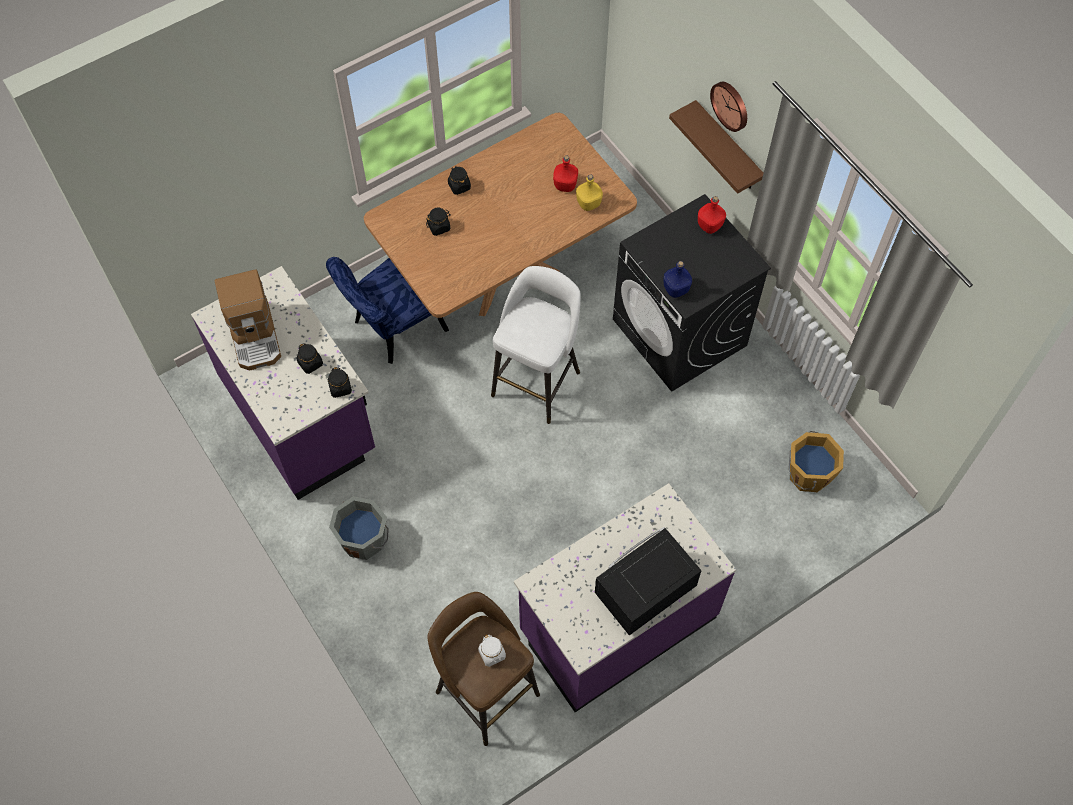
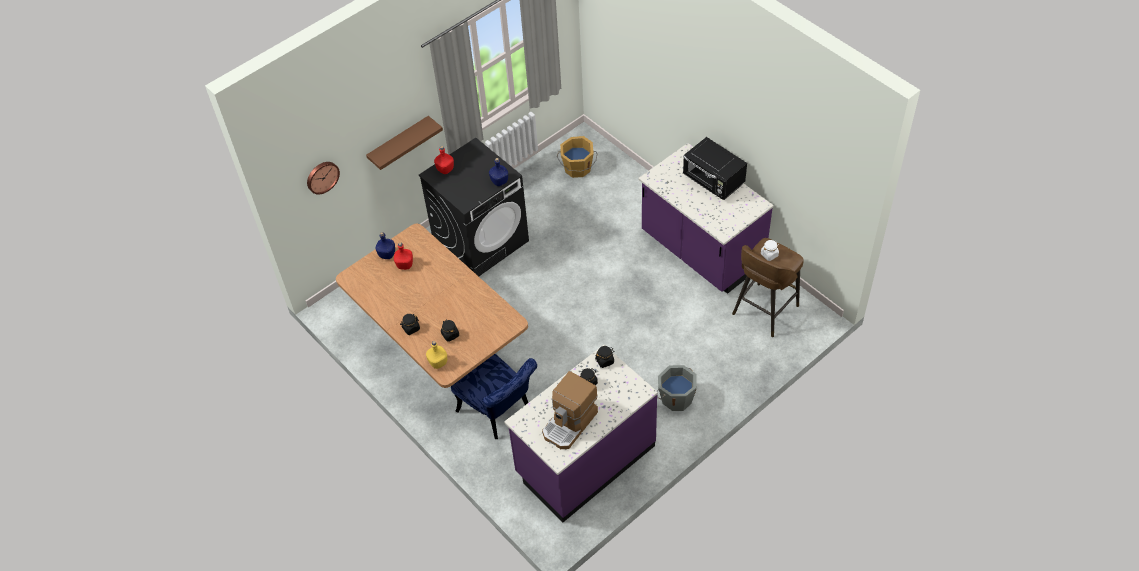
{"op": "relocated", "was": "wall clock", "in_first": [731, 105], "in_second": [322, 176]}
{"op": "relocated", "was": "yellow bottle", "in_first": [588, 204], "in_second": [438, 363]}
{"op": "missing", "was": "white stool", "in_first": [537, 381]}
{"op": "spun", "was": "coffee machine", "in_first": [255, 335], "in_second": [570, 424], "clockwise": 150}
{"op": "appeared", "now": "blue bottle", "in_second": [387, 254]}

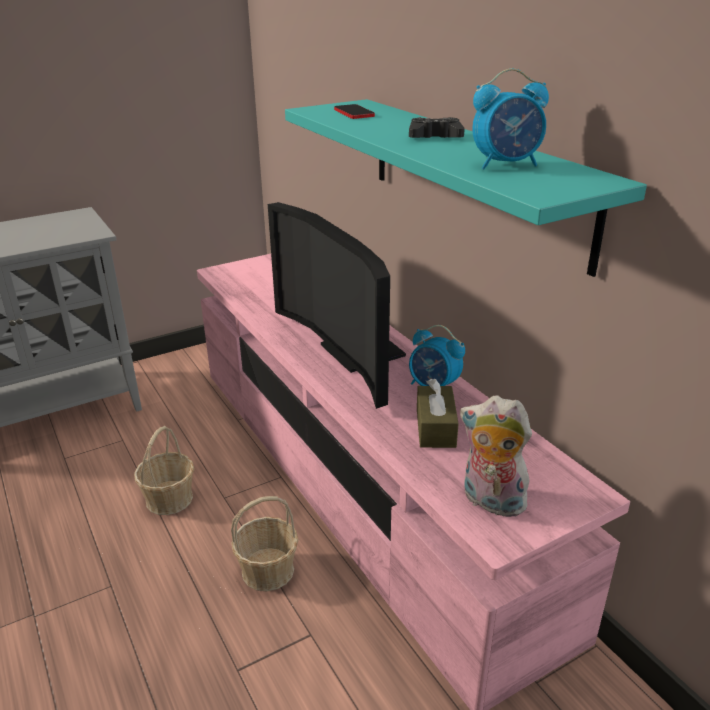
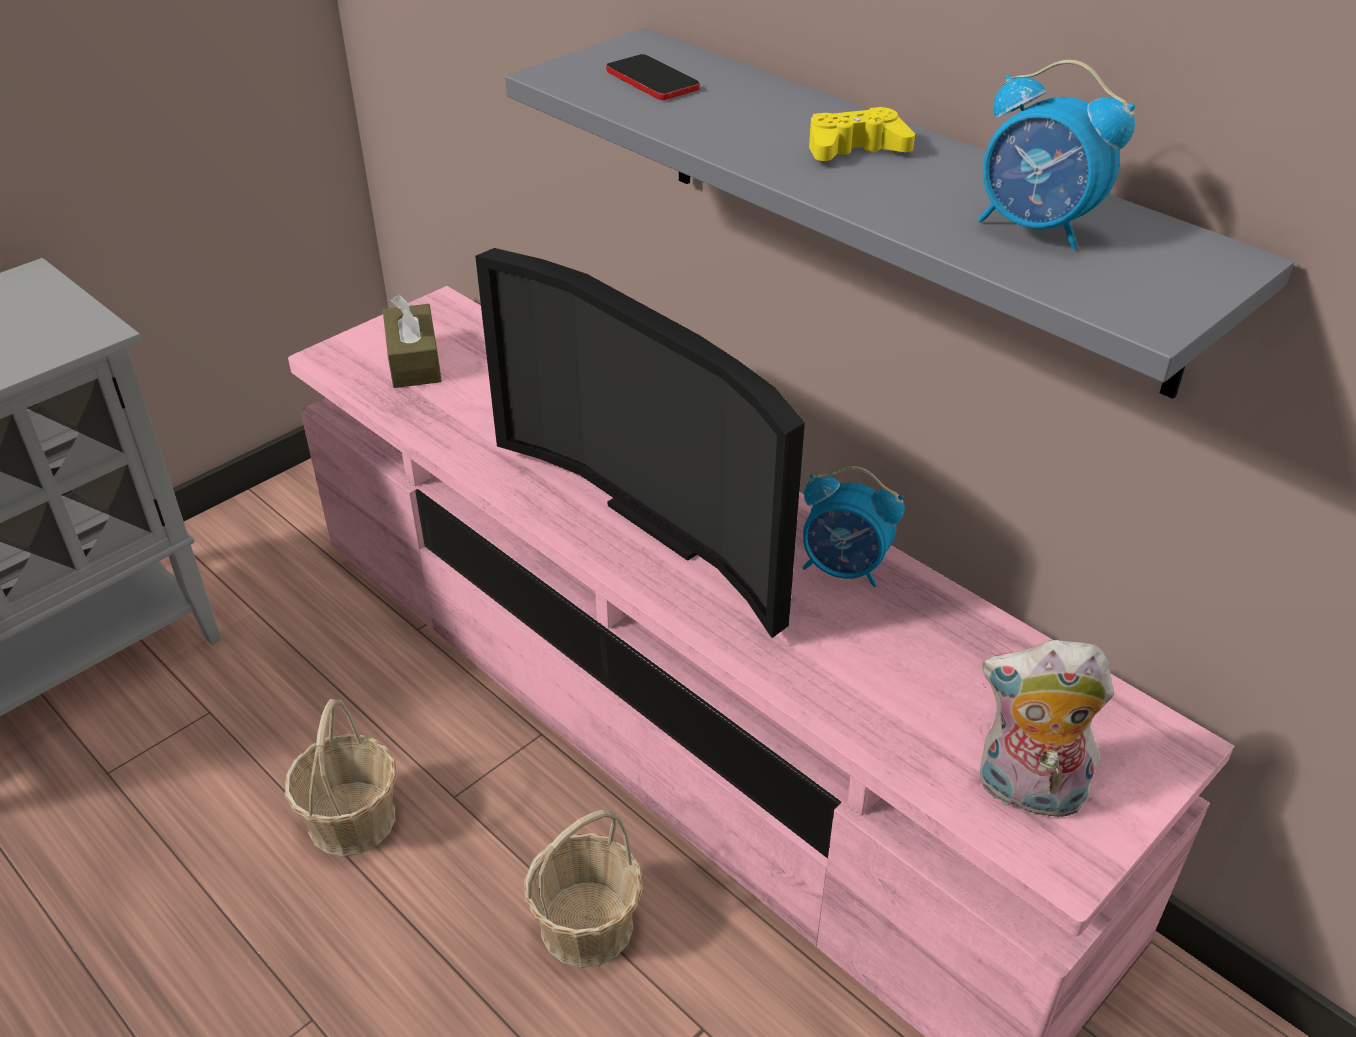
{"op": "spun", "was": "alarm clock", "in_first": [506, 165], "in_second": [1036, 228], "clockwise": 60}
{"op": "colour", "was": "turquoise shelf", "now": "grey shelf", "in_first": [472, 176], "in_second": [906, 202]}
{"op": "colour", "was": "black game controller", "now": "yellow game controller", "in_first": [435, 137], "in_second": [855, 149]}
{"op": "relocated", "was": "brown tissue box", "in_first": [435, 427], "in_second": [414, 361]}

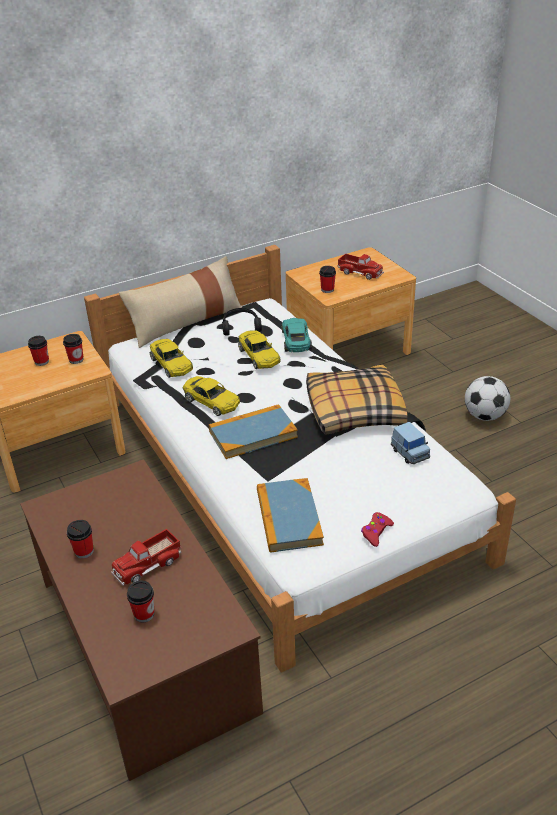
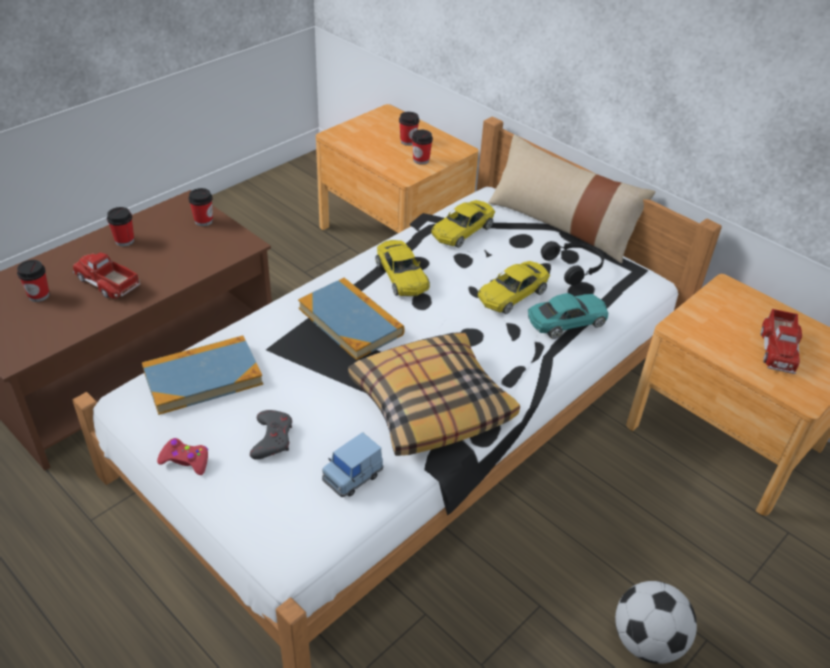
{"op": "relocated", "was": "cup", "in_first": [327, 290], "in_second": [203, 221]}
{"op": "spun", "was": "yellow toy car", "in_first": [211, 401], "in_second": [401, 276], "clockwise": -45}
{"op": "appeared", "now": "grey game controller", "in_second": [272, 438]}

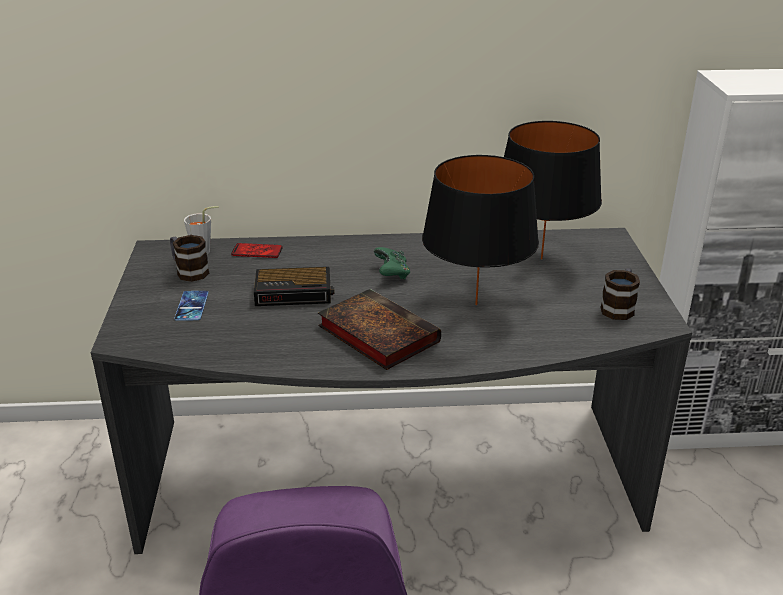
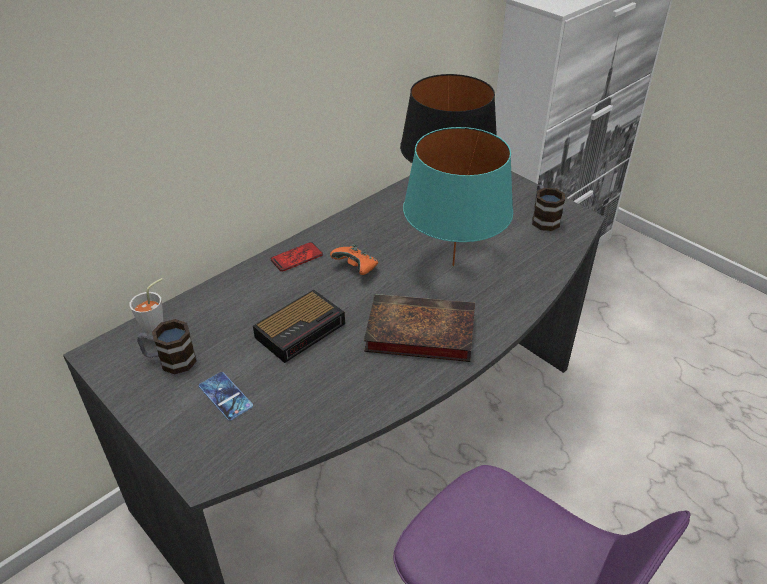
{"op": "colour", "was": "black table lamp", "now": "turquoise table lamp", "in_first": [476, 304], "in_second": [453, 265]}
{"op": "relocated", "was": "phone", "in_first": [257, 251], "in_second": [296, 257]}
{"op": "colour", "was": "green game controller", "now": "orange game controller", "in_first": [392, 274], "in_second": [356, 269]}

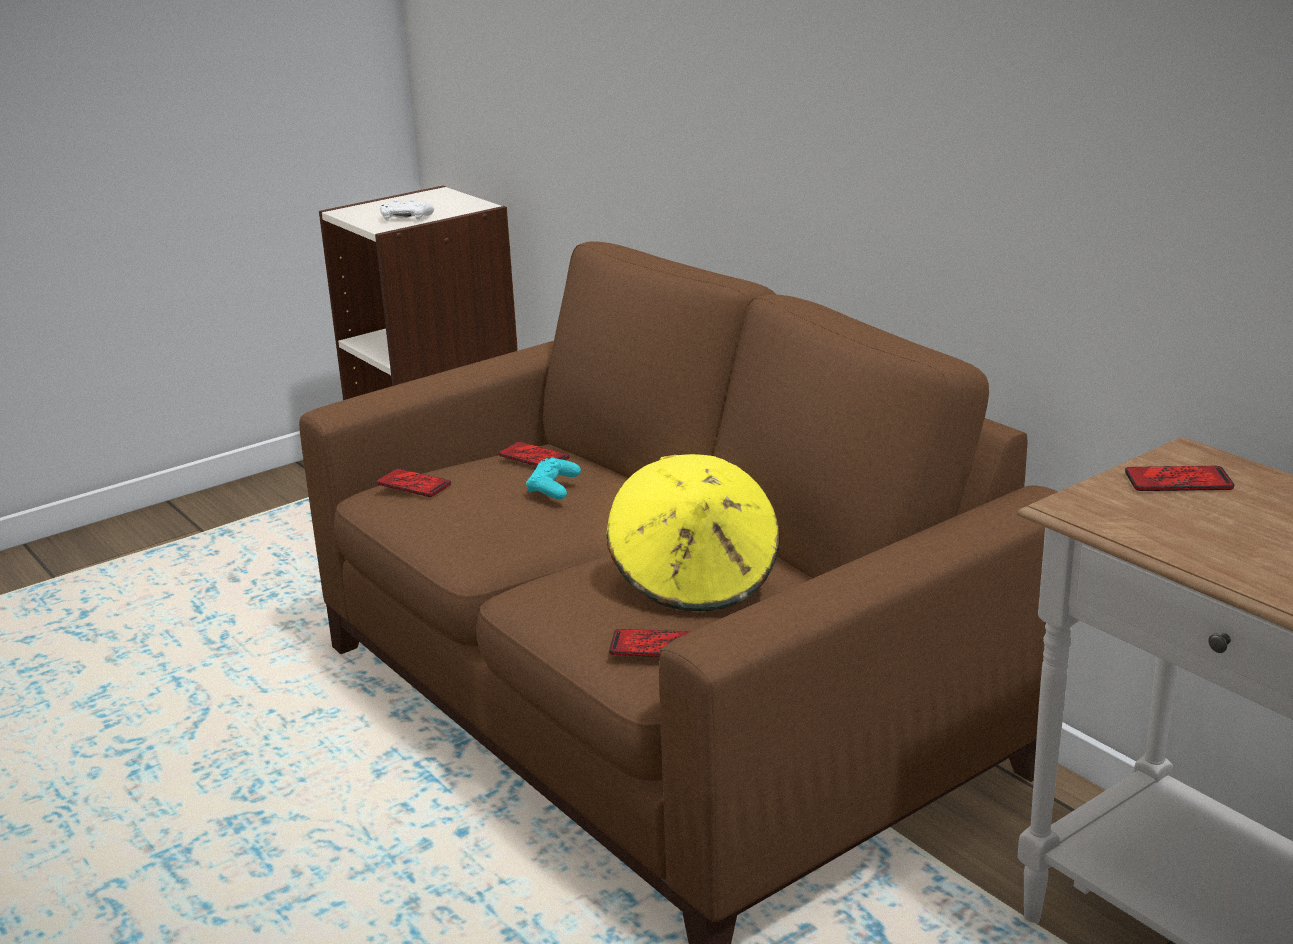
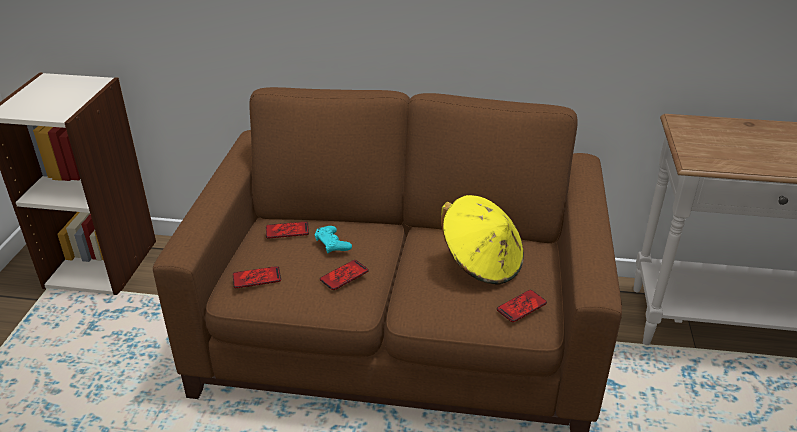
{"op": "missing", "was": "white game controller", "in_first": [406, 218]}
{"op": "relocated", "was": "phone", "in_first": [1178, 481], "in_second": [344, 275]}

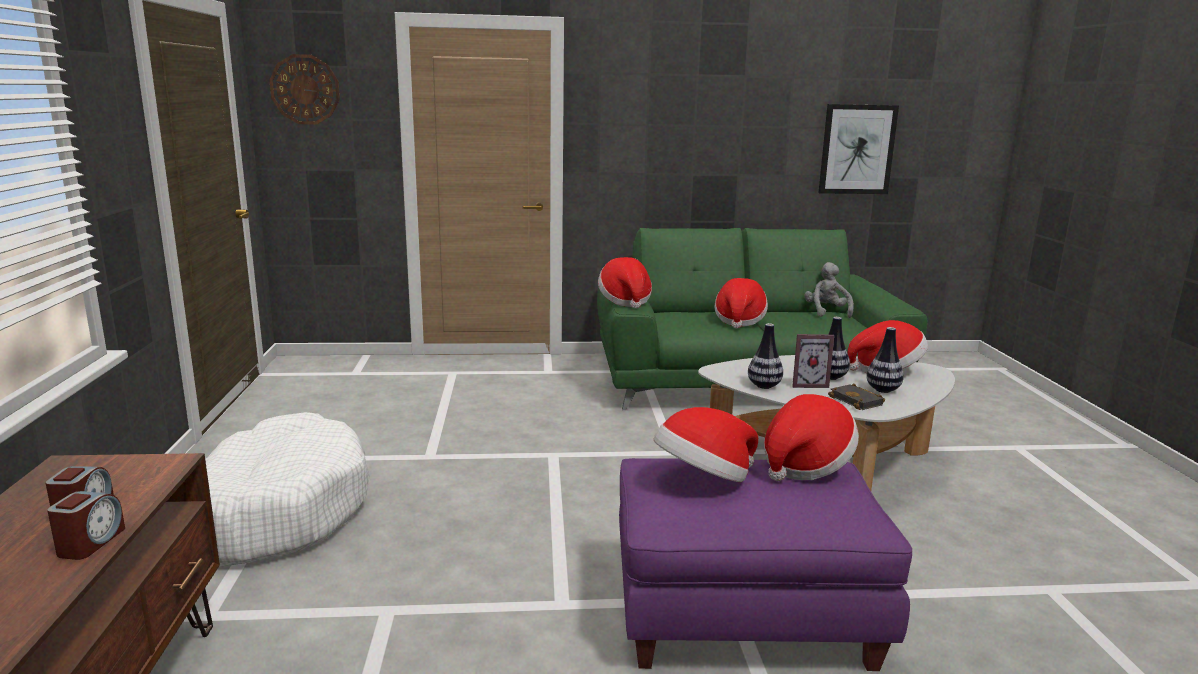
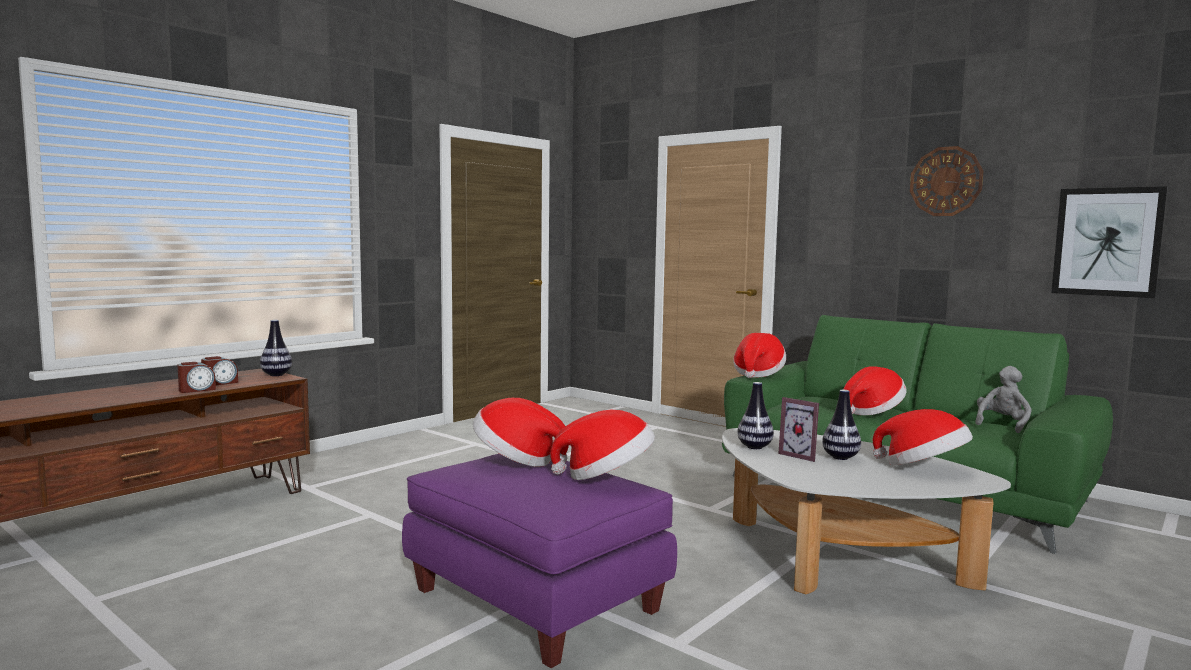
{"op": "relocated", "was": "wall clock", "in_first": [305, 89], "in_second": [945, 181]}
{"op": "relocated", "was": "vase", "in_first": [883, 390], "in_second": [276, 375]}
{"op": "missing", "was": "black book", "in_first": [858, 401]}
{"op": "missing", "was": "white dog bed", "in_first": [276, 510]}

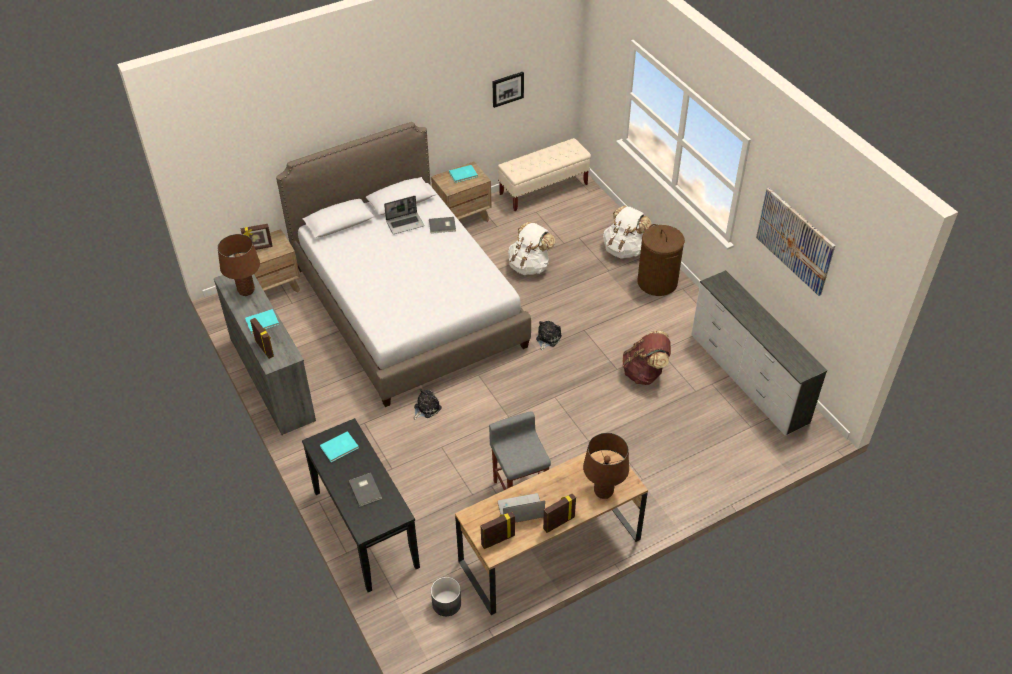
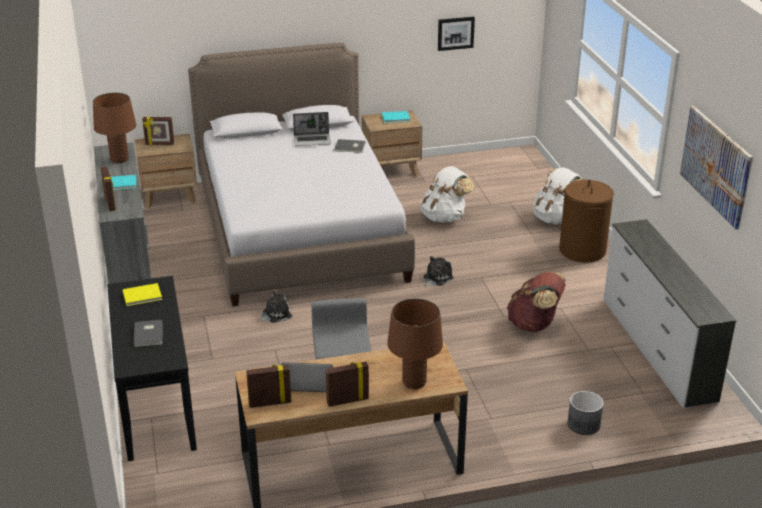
{"op": "missing", "was": "beige bench", "in_first": [544, 189]}
{"op": "colour", "was": "turquoise book", "now": "yellow book", "in_first": [340, 447], "in_second": [143, 296]}
{"op": "relocated", "was": "grey planter", "in_first": [446, 603], "in_second": [583, 424]}

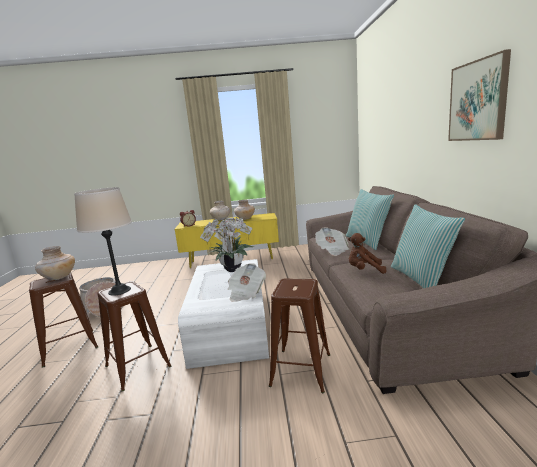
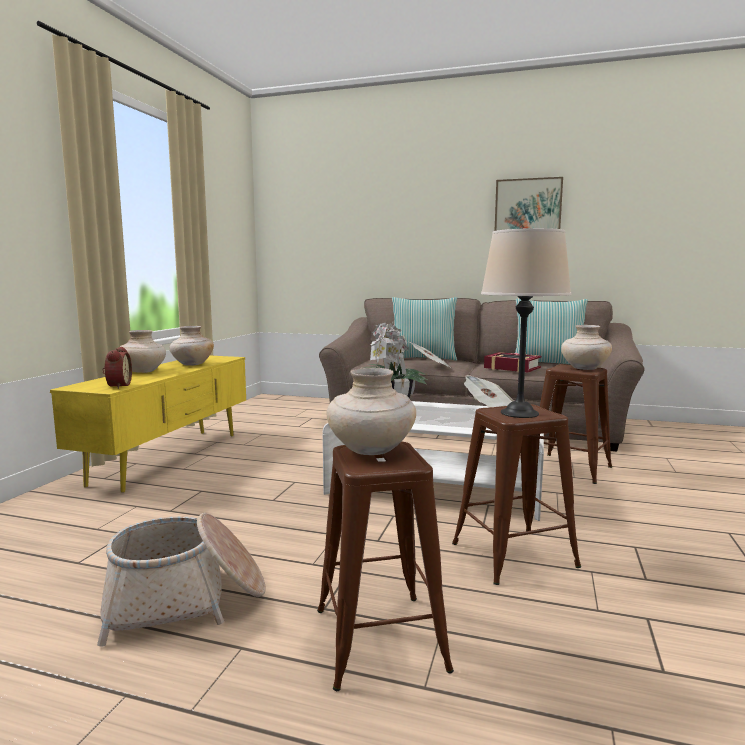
{"op": "exchanged", "was": "brown plush toy", "now": "book", "in_first": [364, 270], "in_second": [512, 368]}
{"op": "appeared", "now": "beige vase", "in_second": [584, 368]}

